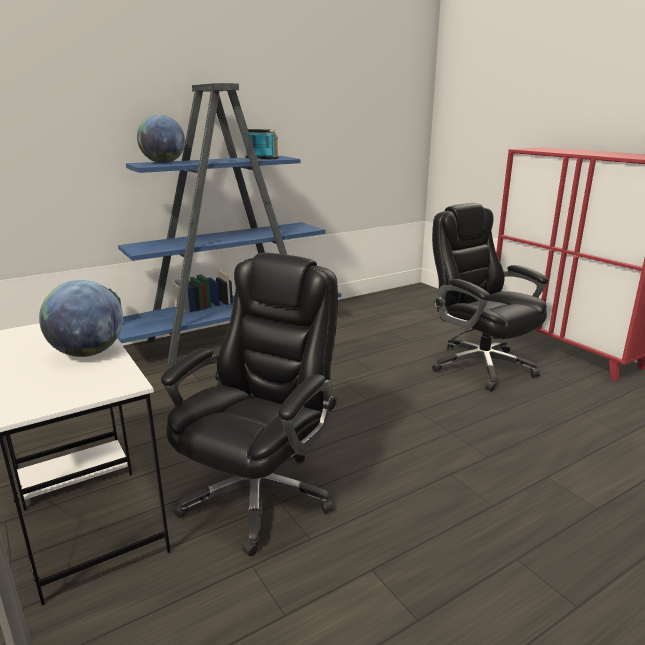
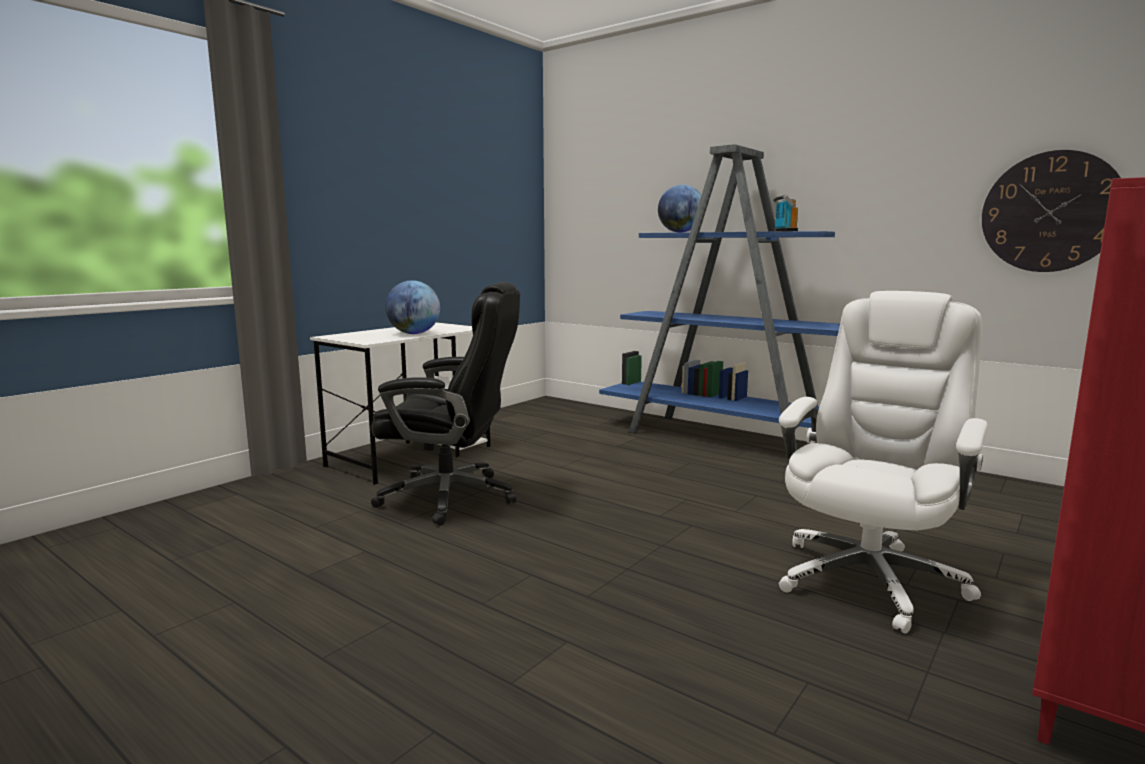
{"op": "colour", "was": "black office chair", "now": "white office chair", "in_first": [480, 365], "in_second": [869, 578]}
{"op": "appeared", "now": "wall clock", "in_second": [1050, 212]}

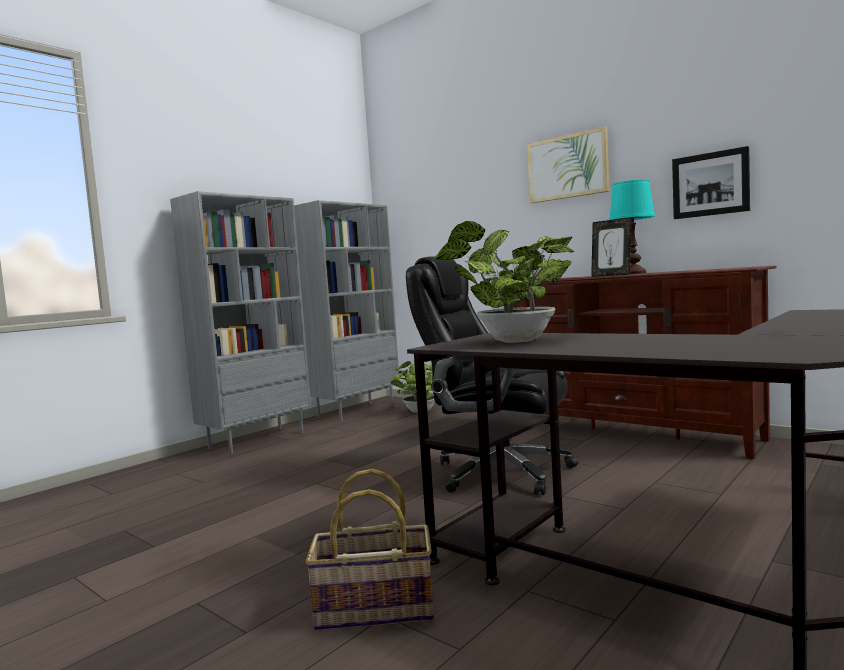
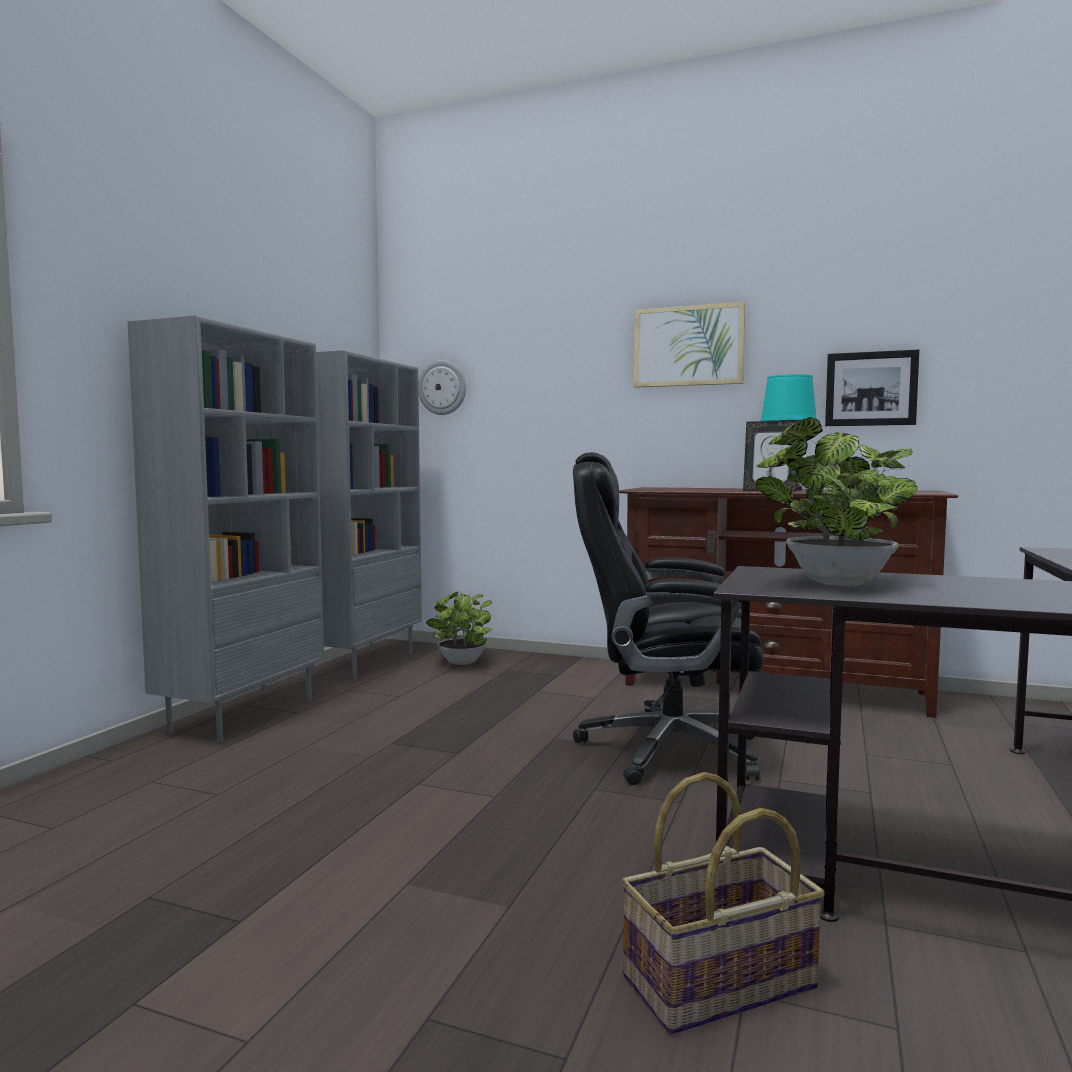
{"op": "appeared", "now": "wall clock", "in_second": [442, 387]}

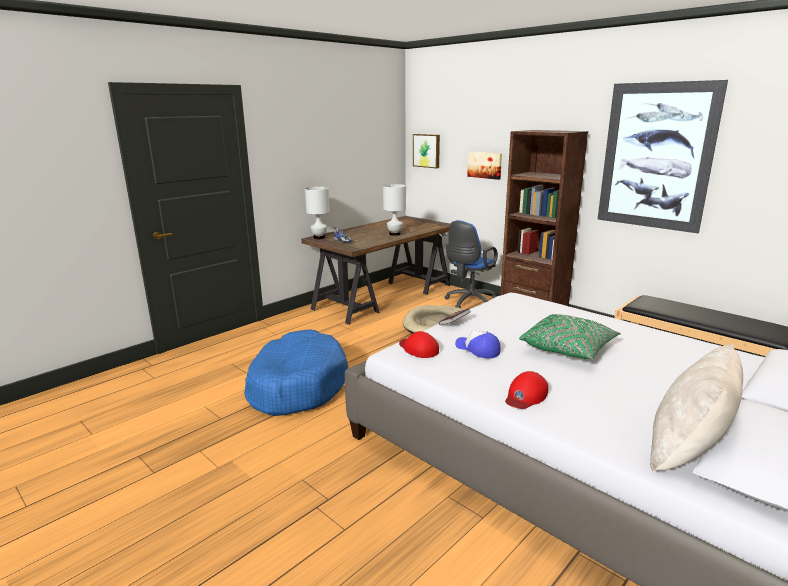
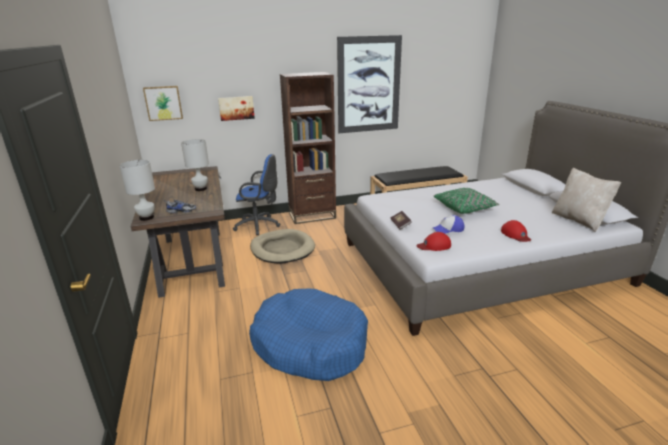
{"op": "spun", "was": "blue office chair", "in_first": [469, 302], "in_second": [259, 225], "clockwise": -60}

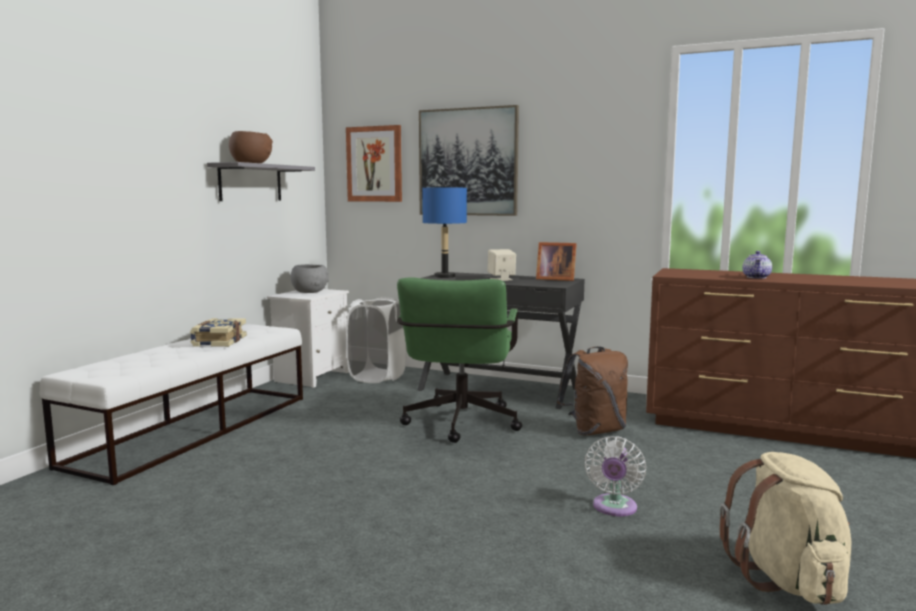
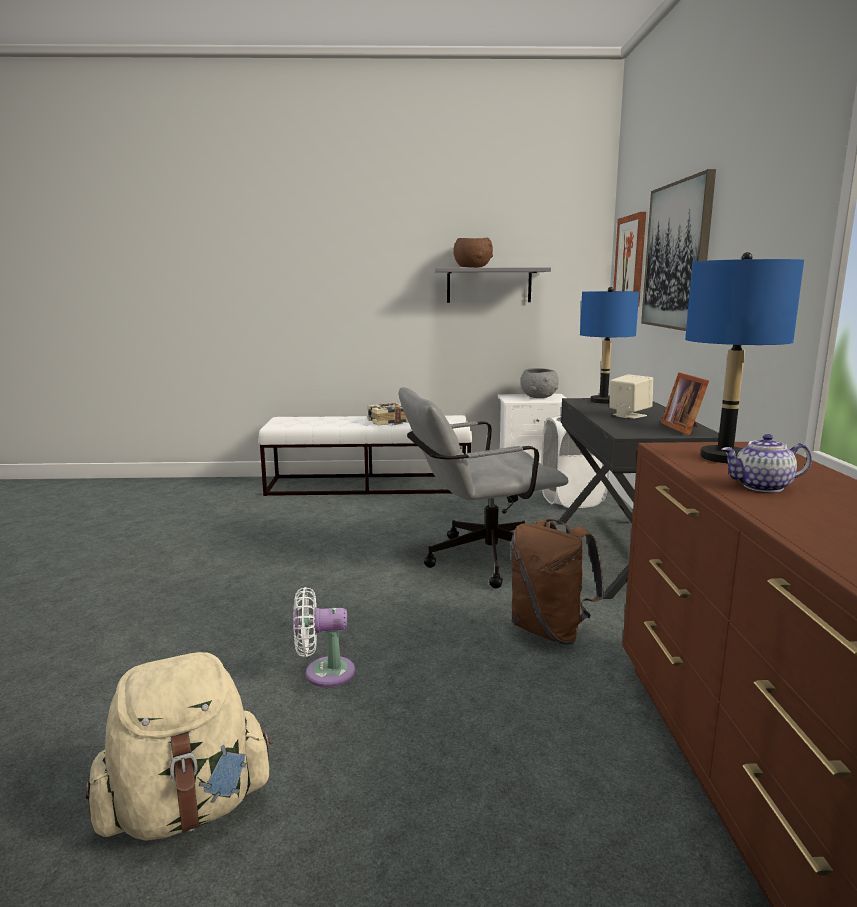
{"op": "colour", "was": "green office chair", "now": "grey office chair", "in_first": [459, 426], "in_second": [478, 560]}
{"op": "appeared", "now": "blue table lamp", "in_second": [724, 458]}

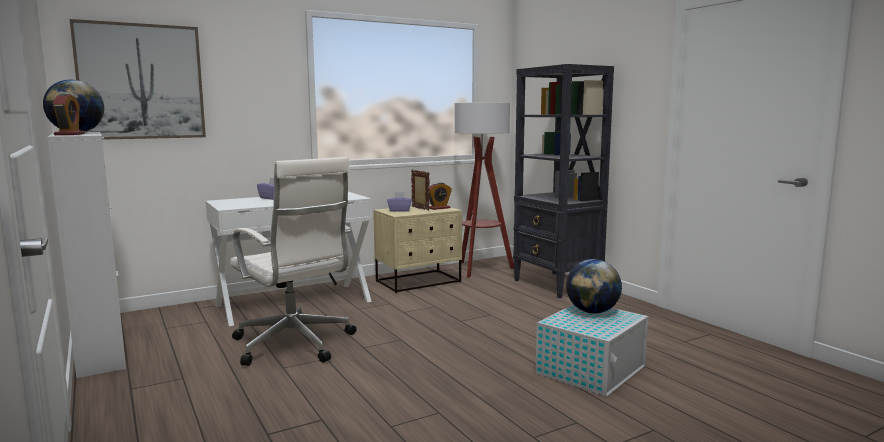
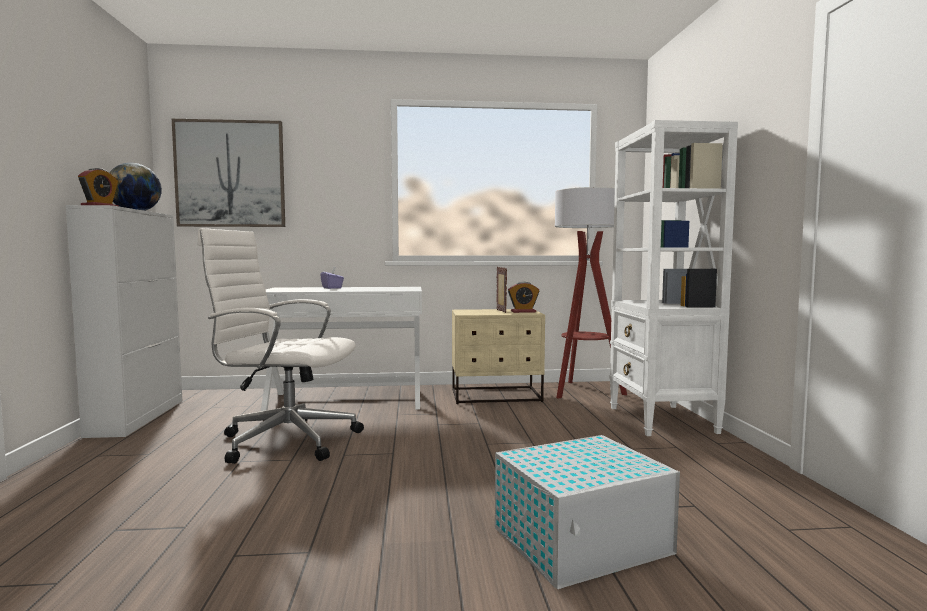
{"op": "colour", "was": "black bookcase", "now": "white bookcase", "in_first": [557, 285], "in_second": [662, 420]}
{"op": "spun", "was": "white office chair", "in_first": [294, 345], "in_second": [285, 440], "clockwise": 120}
{"op": "missing", "was": "purple tissue box", "in_first": [399, 210]}
{"op": "missing", "was": "globe", "in_first": [592, 312]}

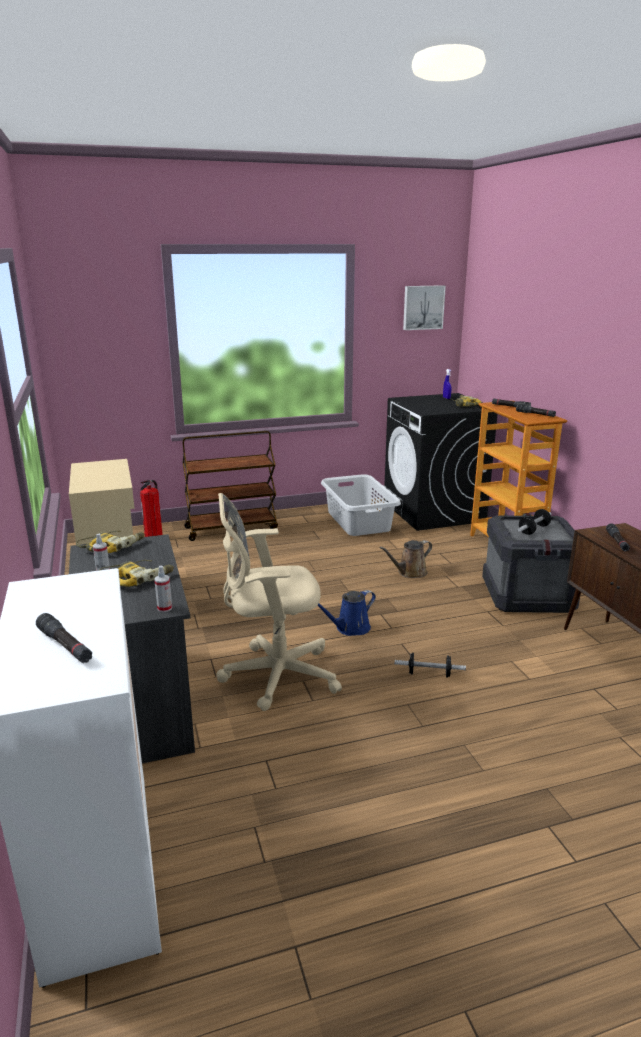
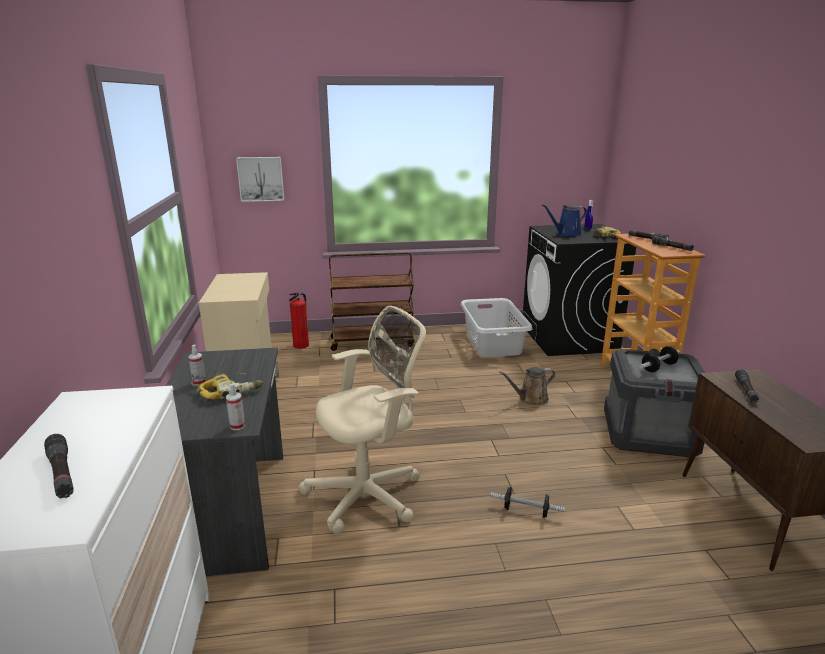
{"op": "relocated", "was": "picture", "in_first": [423, 307], "in_second": [261, 179]}
{"op": "spun", "was": "beige office chair", "in_first": [274, 675], "in_second": [369, 494], "clockwise": 150}
{"op": "missing", "was": "power drill", "in_first": [113, 546]}
{"op": "relocated", "was": "blue watering can", "in_first": [350, 628], "in_second": [566, 234]}

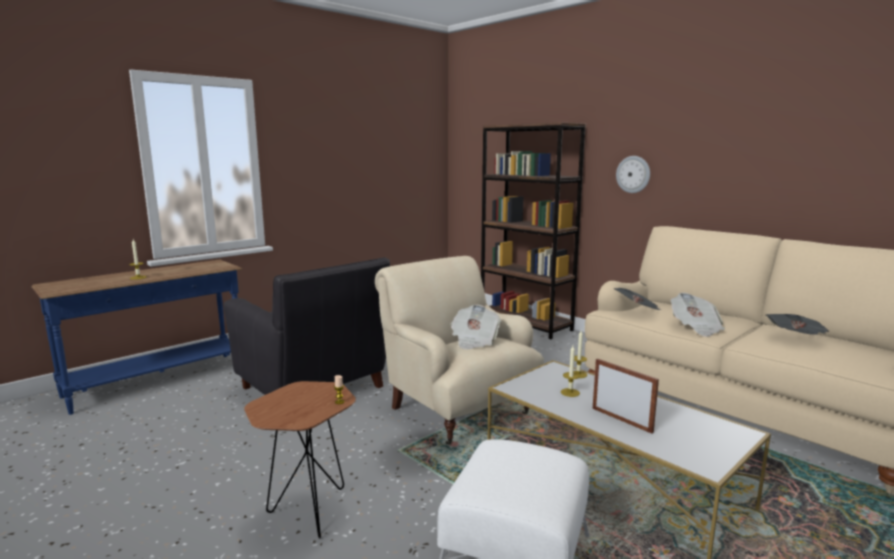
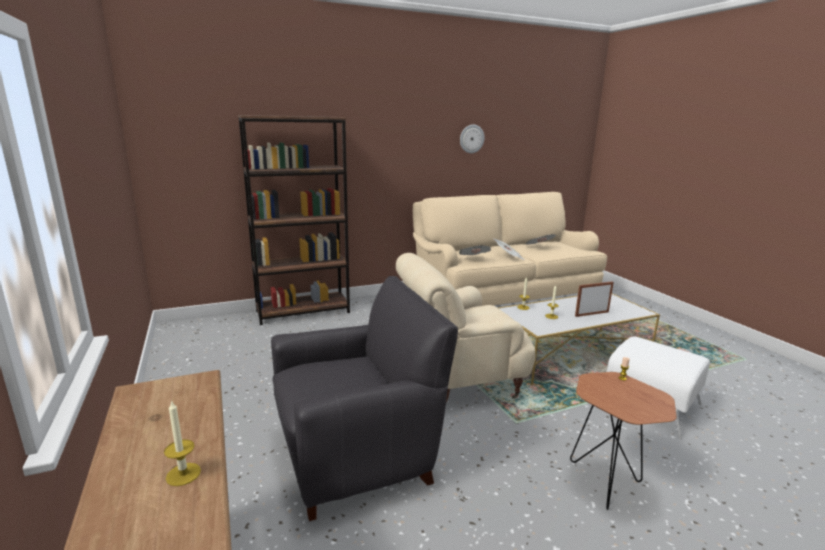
{"op": "relocated", "was": "wall clock", "in_first": [633, 174], "in_second": [471, 139]}
{"op": "missing", "was": "newspaper", "in_first": [474, 340]}

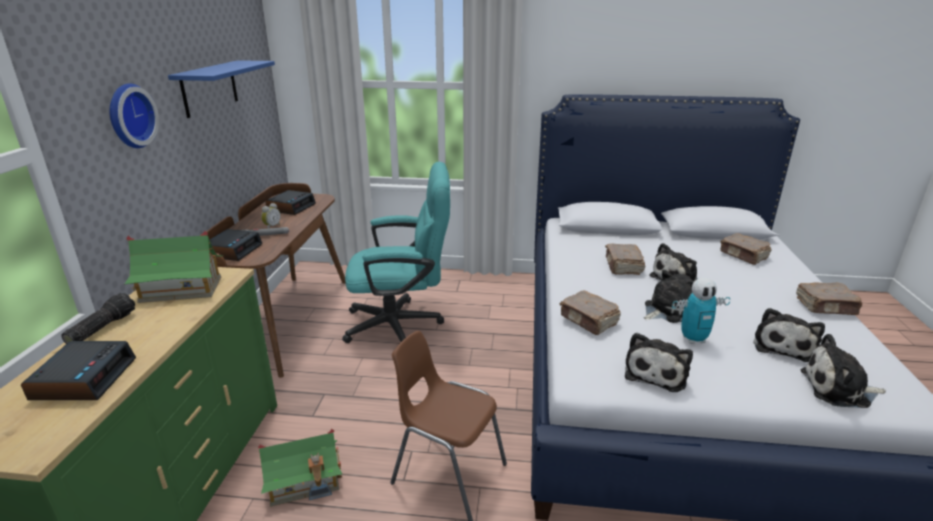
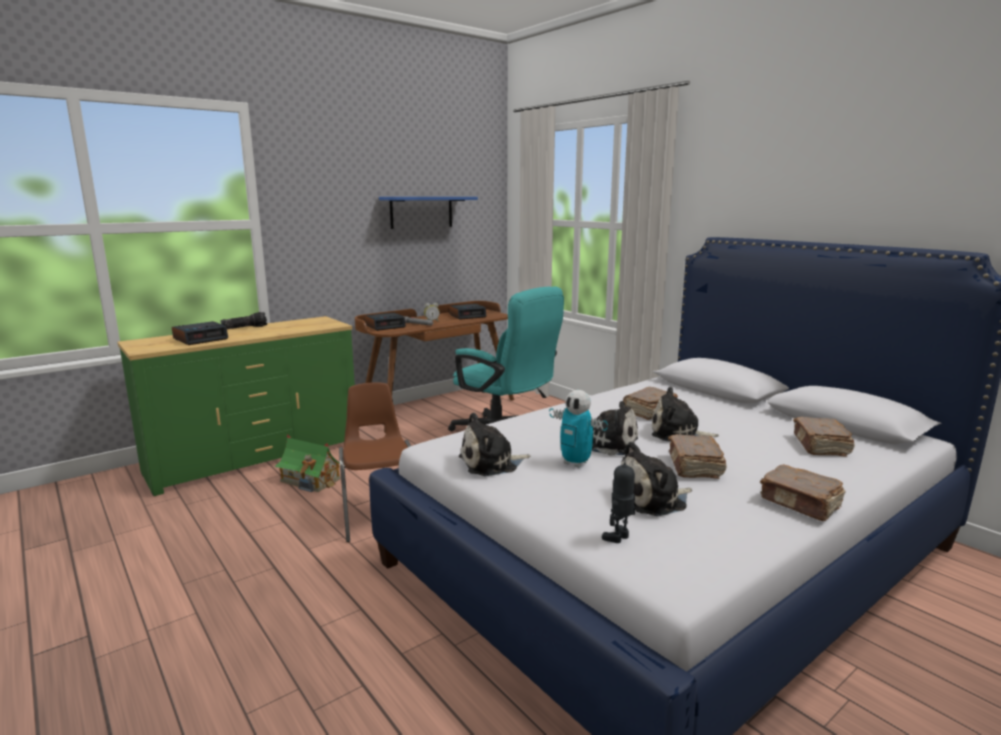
{"op": "missing", "was": "wall clock", "in_first": [129, 116]}
{"op": "missing", "was": "toy house", "in_first": [180, 289]}
{"op": "relocated", "was": "brown book", "in_first": [589, 321], "in_second": [694, 467]}
{"op": "exchanged", "was": "plush toy", "now": "toy robot", "in_first": [839, 389], "in_second": [619, 538]}

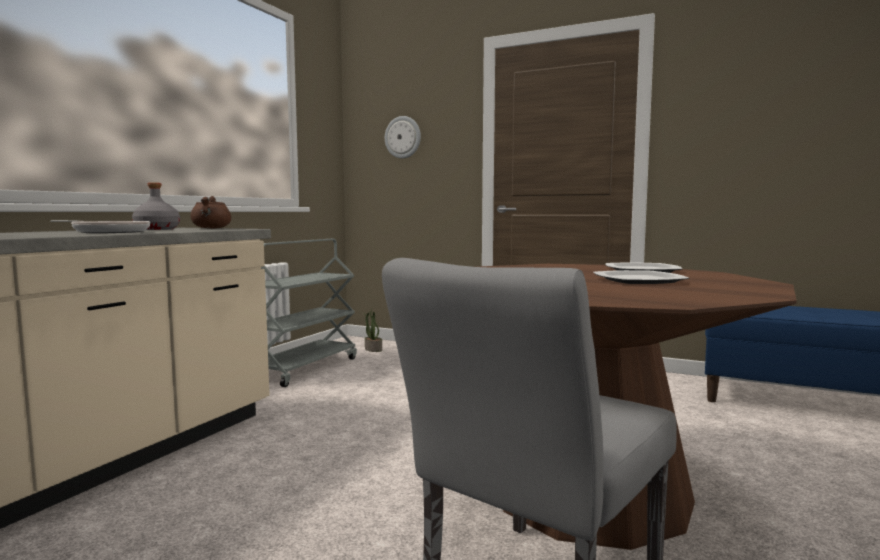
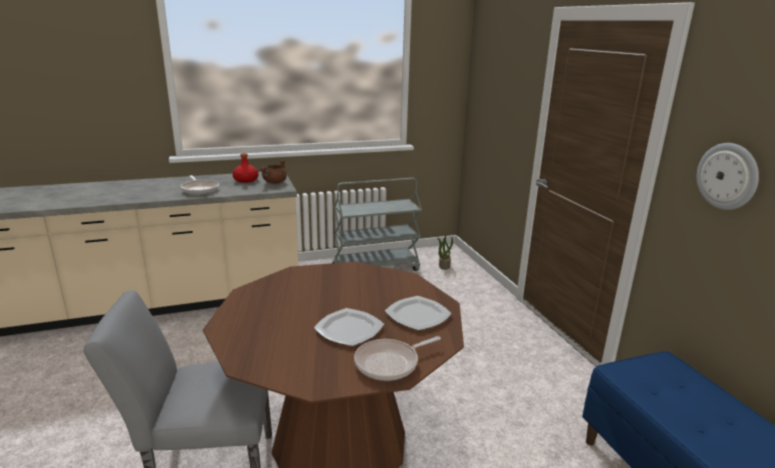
{"op": "relocated", "was": "wall clock", "in_first": [403, 137], "in_second": [727, 176]}
{"op": "colour", "was": "grey bottle", "now": "red bottle", "in_first": [156, 229], "in_second": [245, 180]}
{"op": "appeared", "now": "frying pan", "in_second": [390, 363]}

